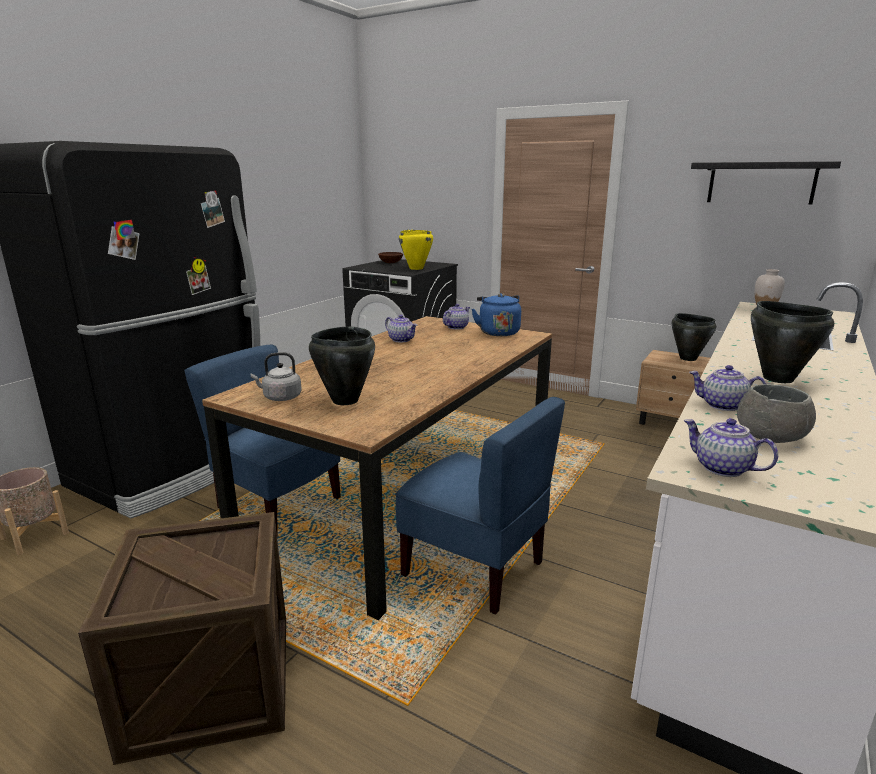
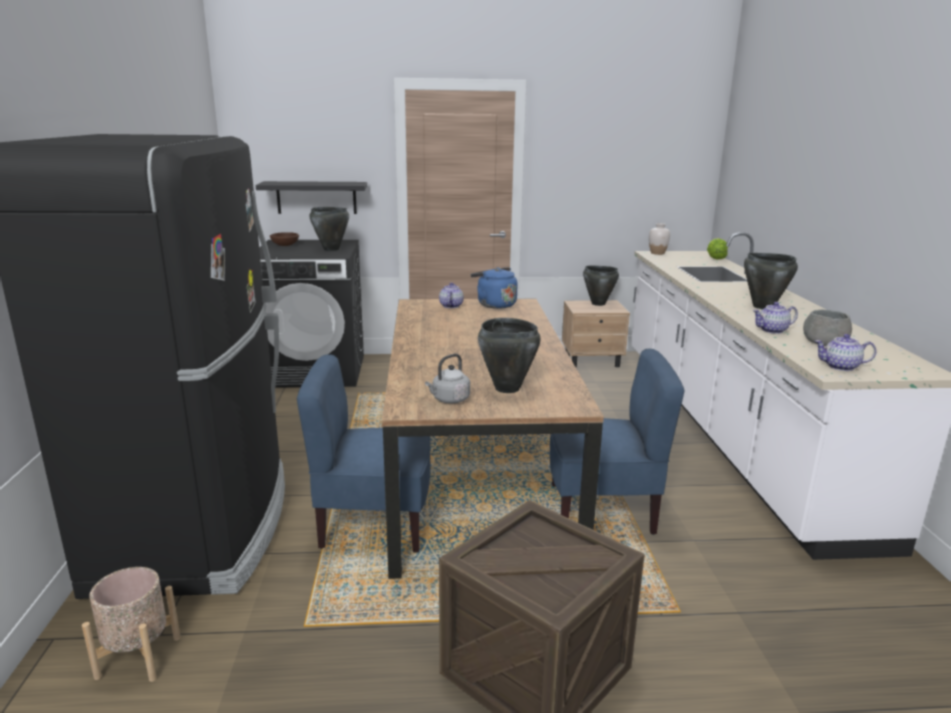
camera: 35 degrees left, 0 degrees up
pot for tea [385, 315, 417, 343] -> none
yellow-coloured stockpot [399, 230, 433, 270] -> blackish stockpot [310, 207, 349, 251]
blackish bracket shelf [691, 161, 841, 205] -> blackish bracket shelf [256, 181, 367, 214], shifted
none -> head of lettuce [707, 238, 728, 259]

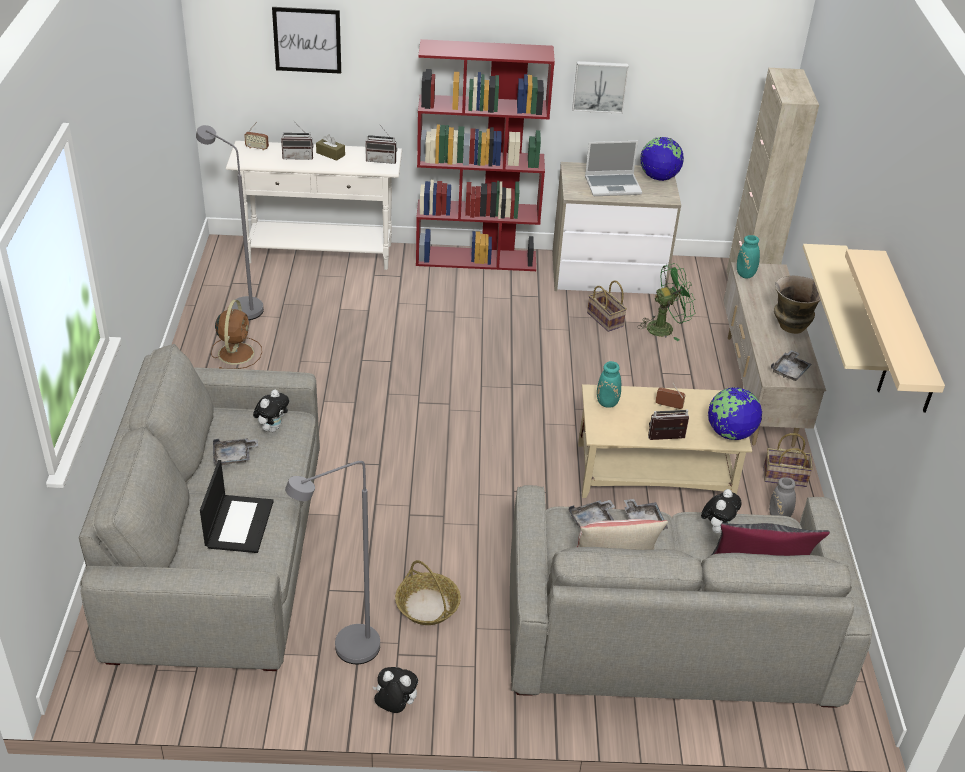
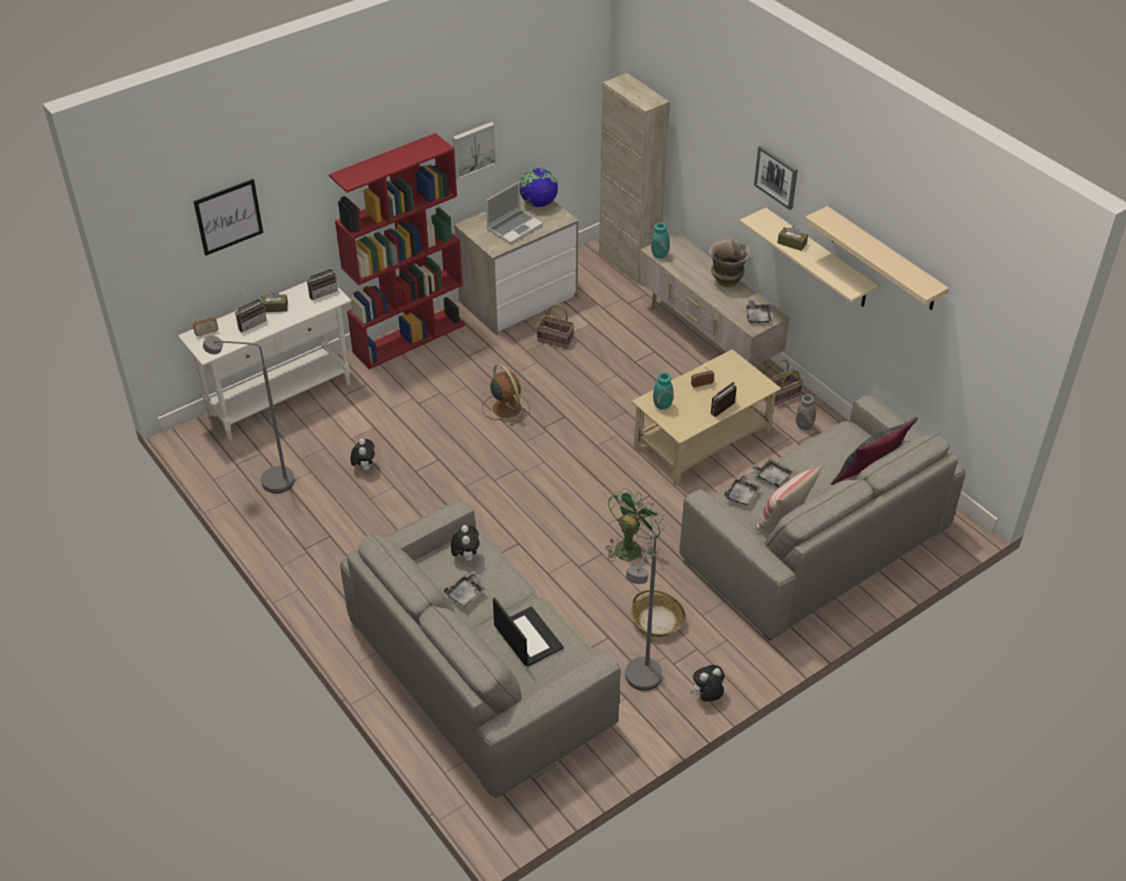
camera: 35 degrees left, 5 degrees up
brownish cooling fan [211, 300, 262, 369] -> brownish cooling fan [482, 364, 530, 426], shifted
green cooling fan [638, 263, 696, 341] -> green cooling fan [605, 488, 665, 562], shifted
plush toy [701, 489, 742, 533] -> plush toy [350, 438, 375, 471], shifted
world globe [708, 387, 762, 440] -> none
none -> wall picture [754, 145, 798, 210]
none -> brownish tissue box [778, 226, 808, 251]

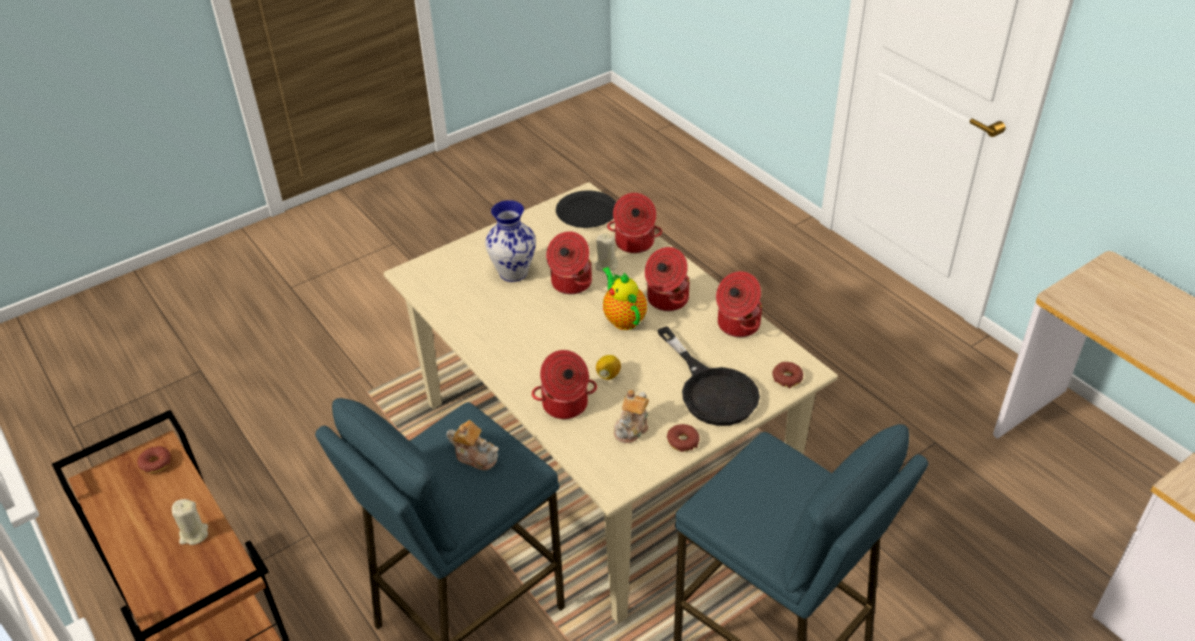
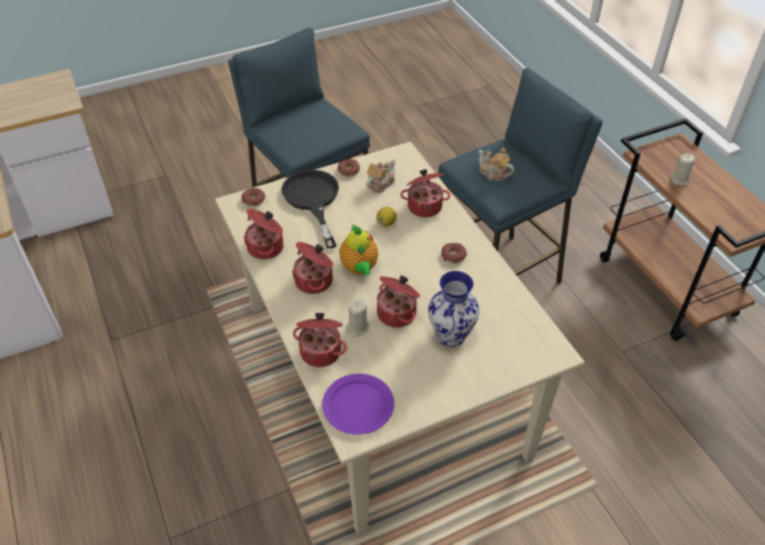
camera: 170 degrees left, 5 degrees up
doughnut [137, 446, 172, 473] -> doughnut [441, 243, 467, 263], shifted
blackish flat dish [556, 190, 616, 228] -> purplish flat dish [322, 374, 394, 435]

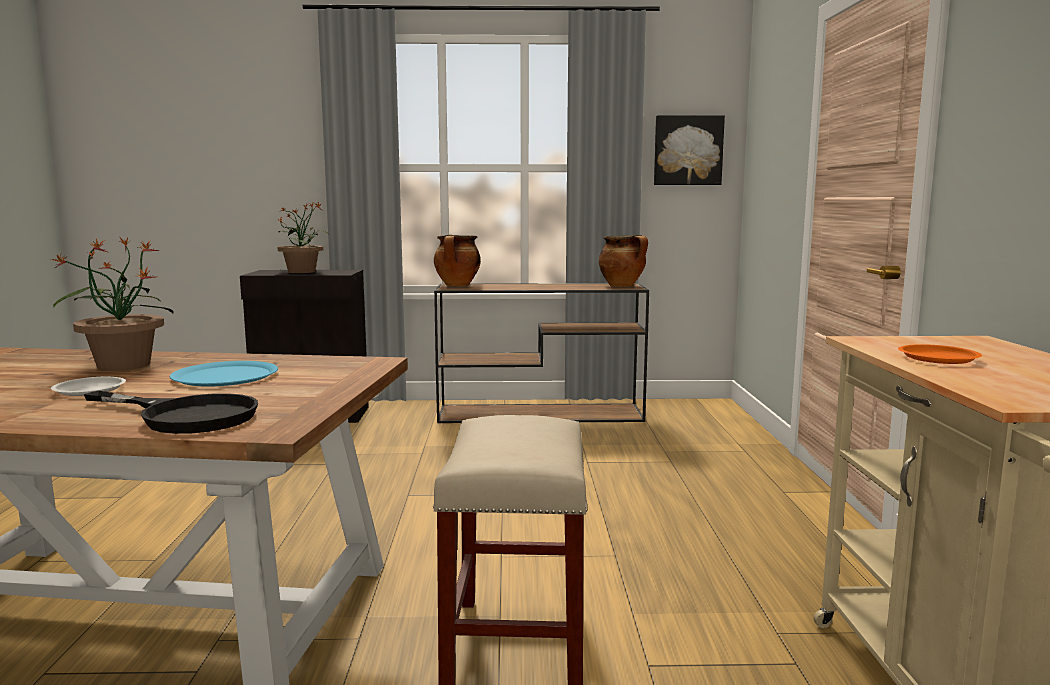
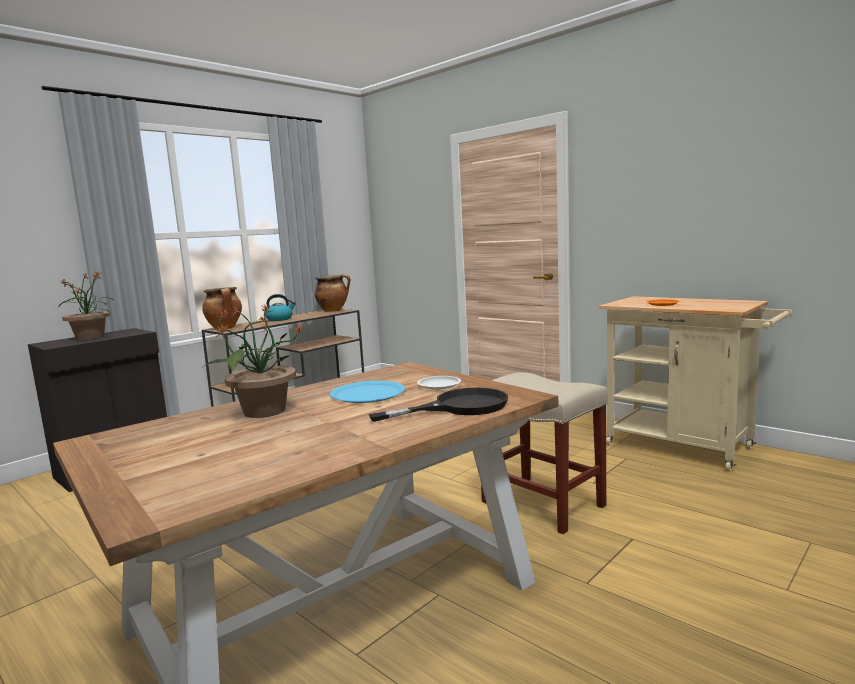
camera: 45 degrees left, 0 degrees up
whitish flat dish [51, 377, 126, 396] -> whitish flat dish [417, 376, 461, 389], shifted
wall picture [654, 115, 725, 185] -> none
none -> water kettle [265, 294, 296, 321]

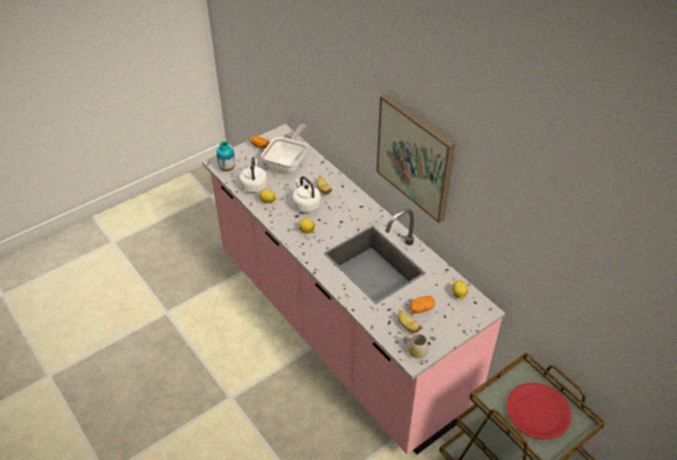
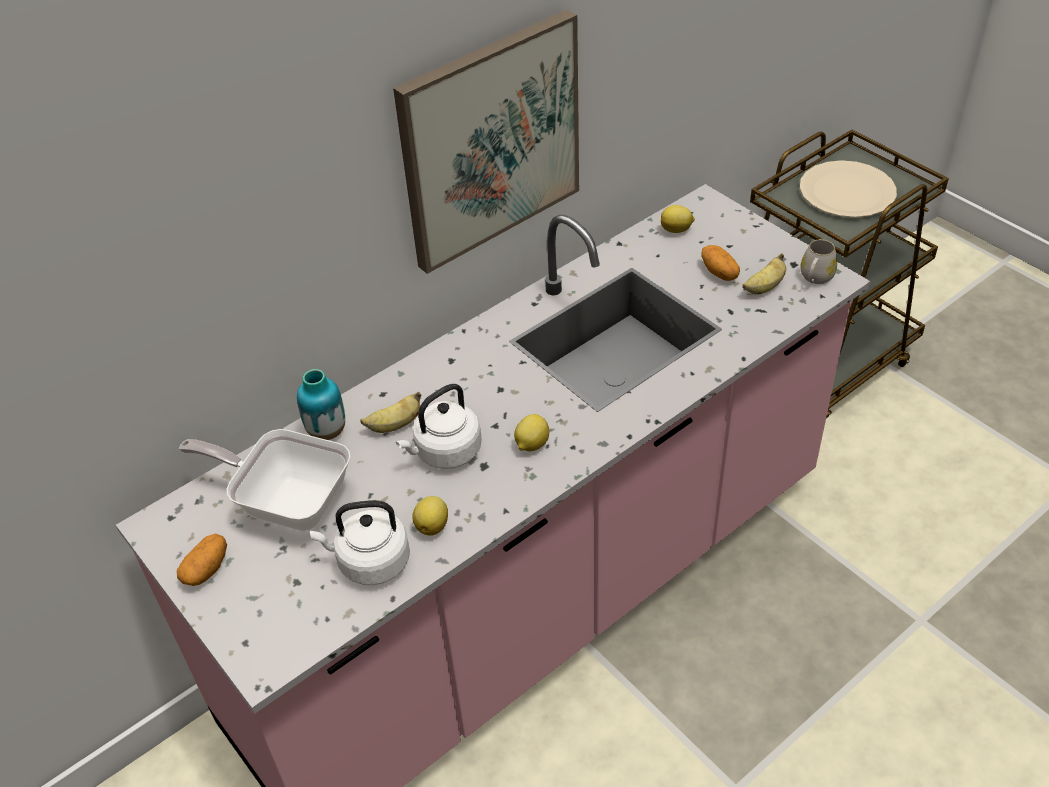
camera: 90 degrees left, 0 degrees up
decorative vase [217, 141, 235, 171] -> decorative vase [297, 369, 345, 440], shifted
red-coloured flat dish [506, 382, 571, 440] -> beige-coloured flat dish [800, 160, 897, 218]

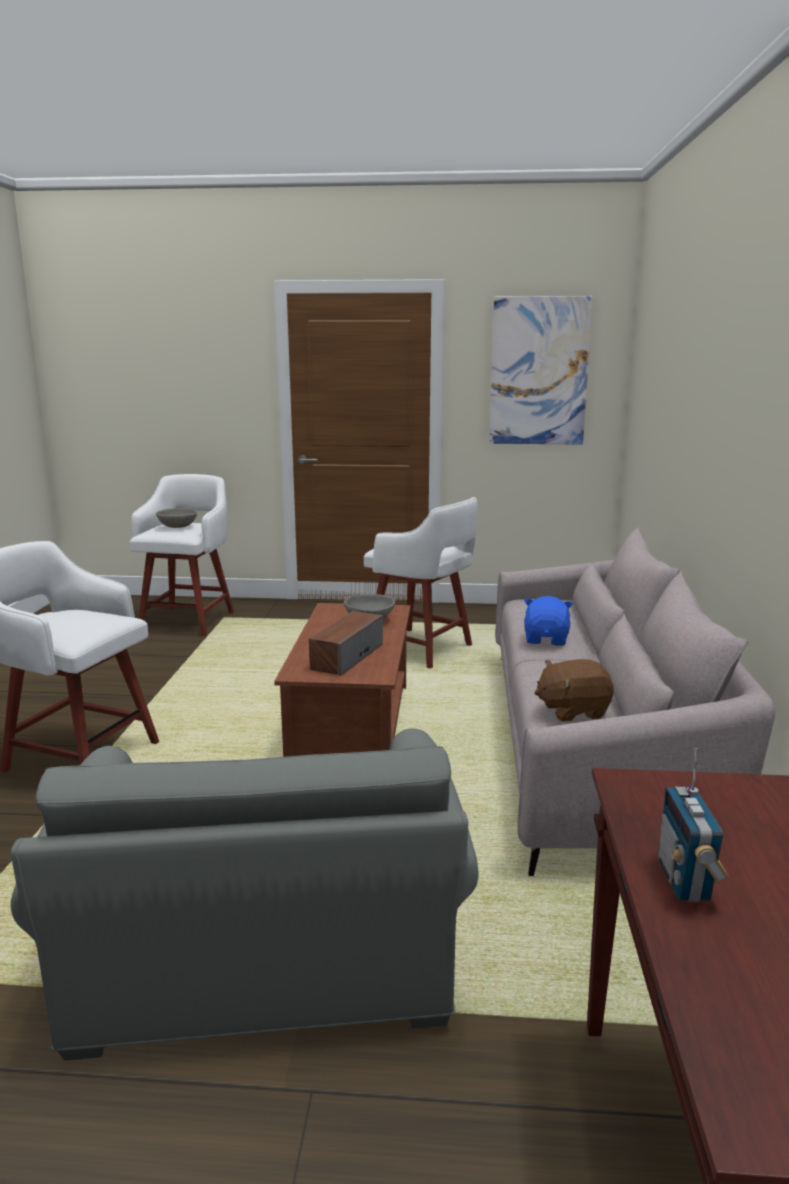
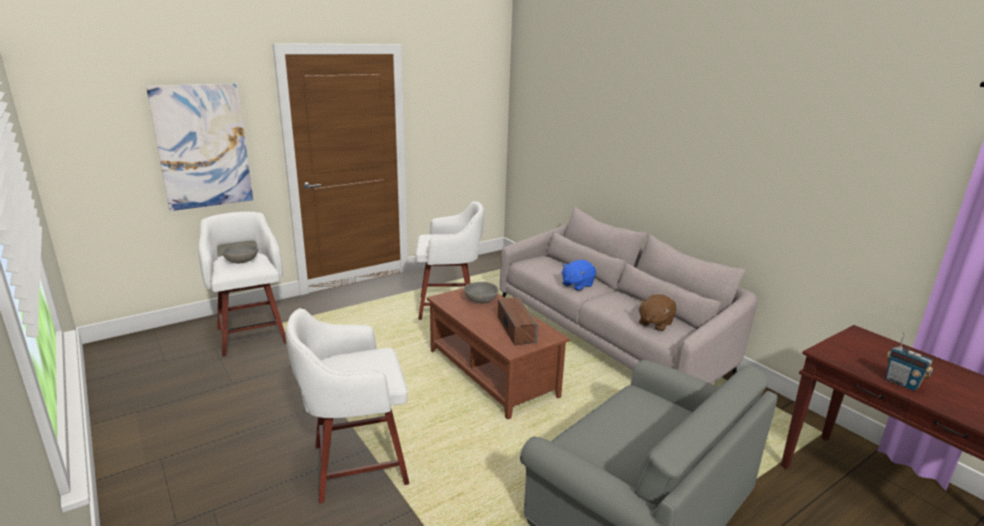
camera: 40 degrees left, 5 degrees up
wall picture [489, 296, 593, 445] -> wall picture [146, 83, 253, 211], shifted
bluish plush toy [524, 596, 573, 646] -> bluish plush toy [562, 260, 596, 291], 105 degrees counterclockwise

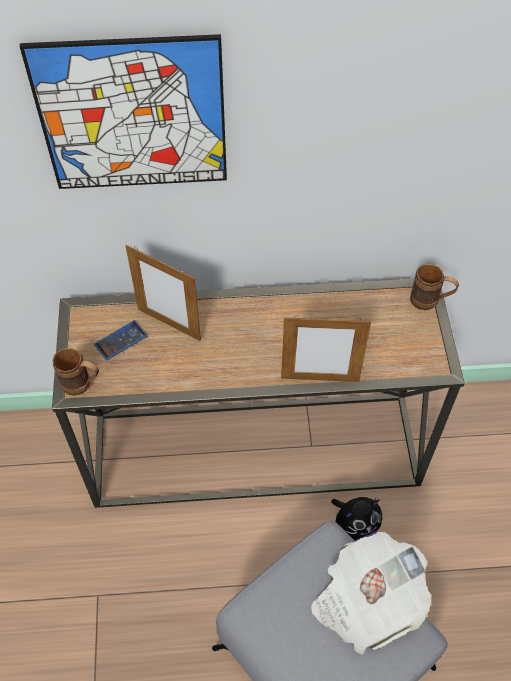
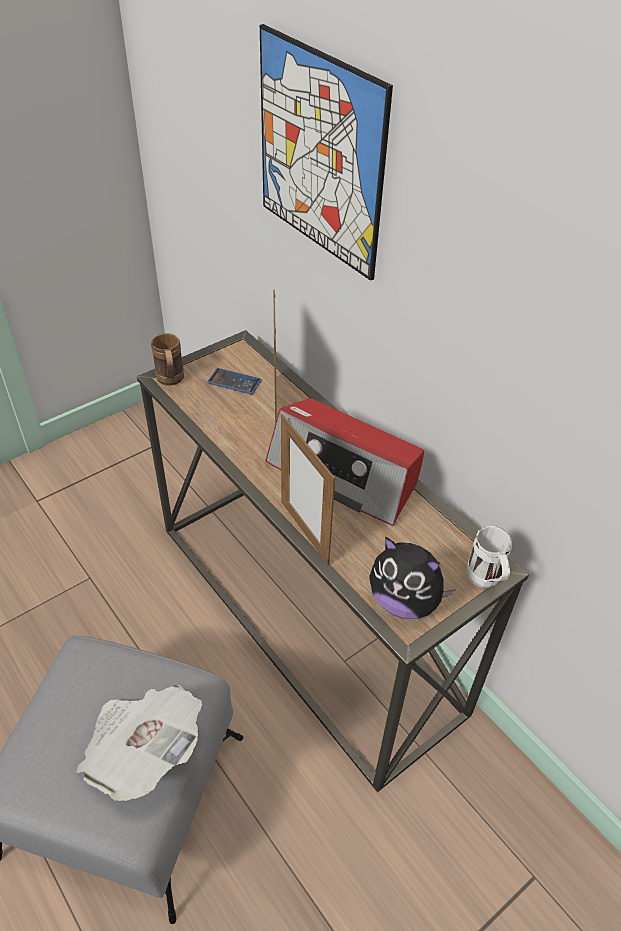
camera: 55 degrees right, 10 degrees down
plush toy [331, 497, 382, 541] -> plush toy [369, 537, 456, 619], shifted
brownish tea mug [410, 264, 459, 310] -> whitish tea mug [466, 526, 512, 588]
none -> radio [265, 398, 424, 526]

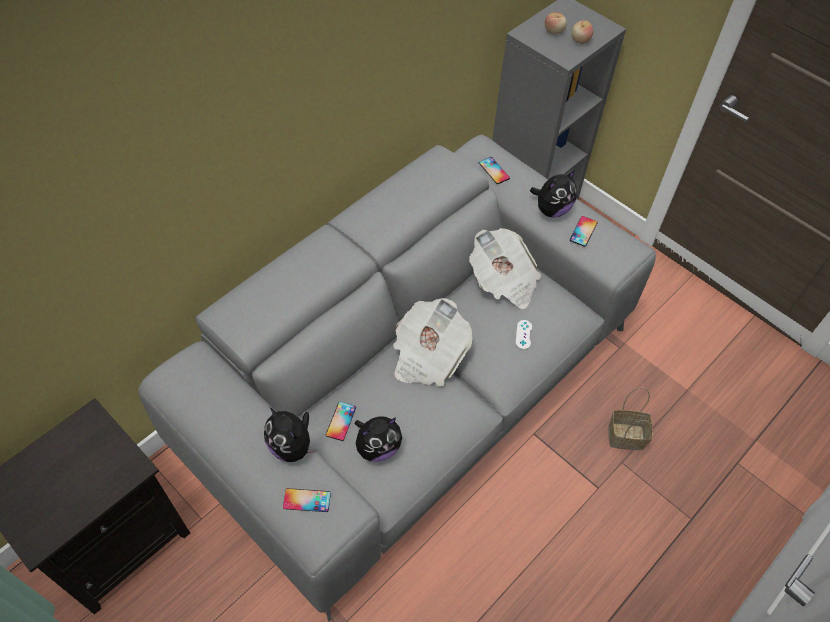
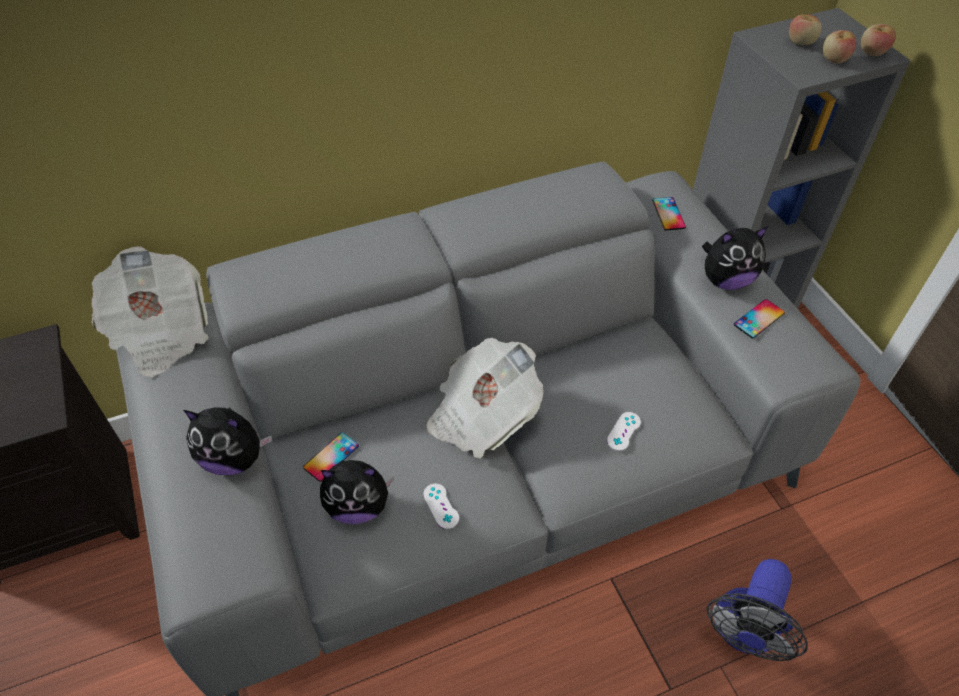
camera: 25 degrees right, 5 degrees down
plush toy [264, 408, 318, 462] -> plush toy [183, 407, 272, 475], 60 degrees counterclockwise
phone [283, 488, 331, 512] -> none
daily paper [469, 228, 541, 309] -> daily paper [91, 246, 208, 377], shifted
basket [608, 388, 653, 450] -> cooling fan [707, 559, 808, 661]
none -> whitish joypad [423, 483, 459, 529]
none -> whole apple [861, 24, 896, 56]

